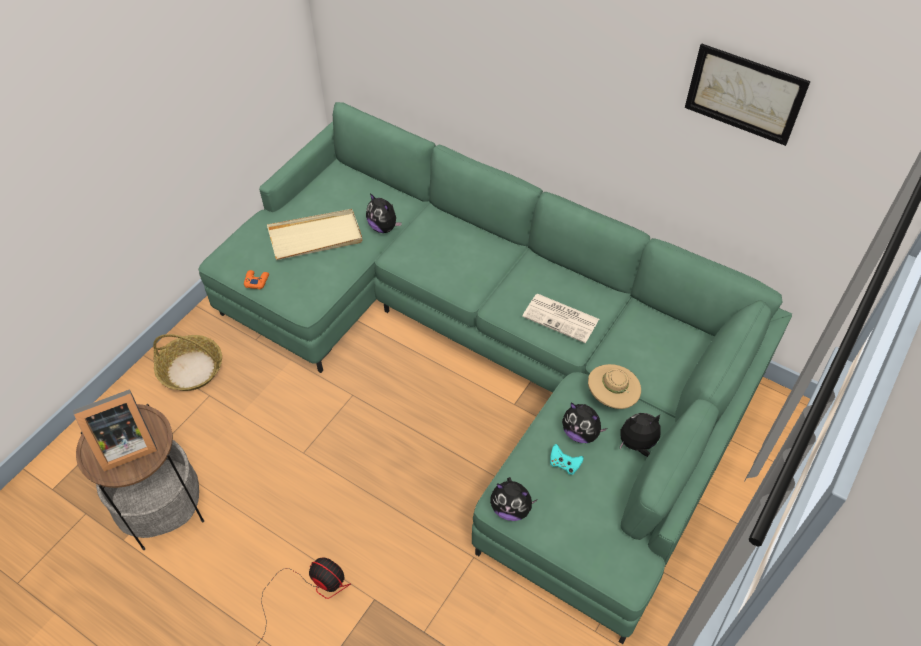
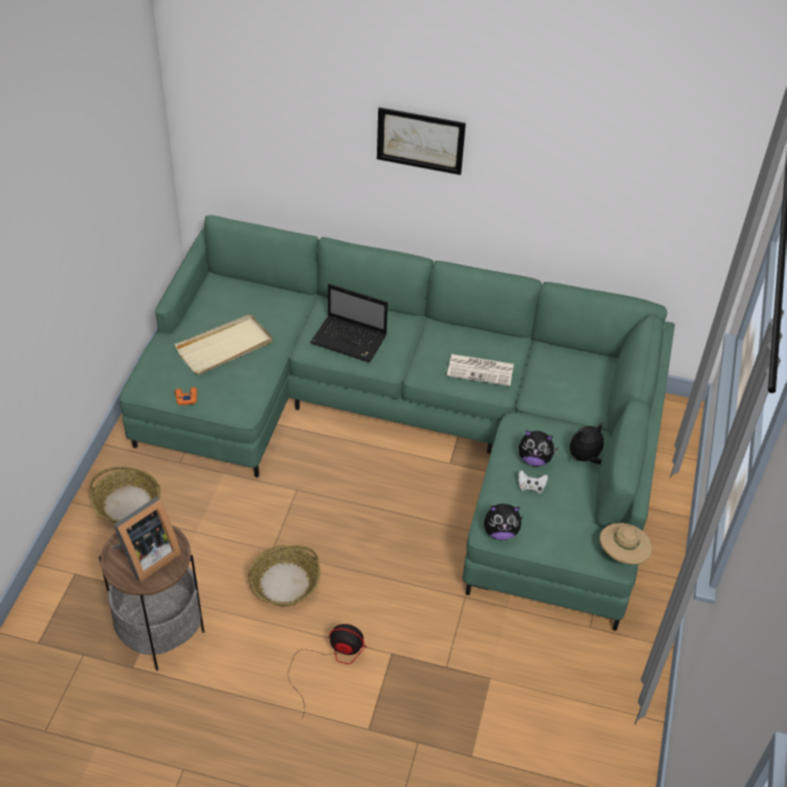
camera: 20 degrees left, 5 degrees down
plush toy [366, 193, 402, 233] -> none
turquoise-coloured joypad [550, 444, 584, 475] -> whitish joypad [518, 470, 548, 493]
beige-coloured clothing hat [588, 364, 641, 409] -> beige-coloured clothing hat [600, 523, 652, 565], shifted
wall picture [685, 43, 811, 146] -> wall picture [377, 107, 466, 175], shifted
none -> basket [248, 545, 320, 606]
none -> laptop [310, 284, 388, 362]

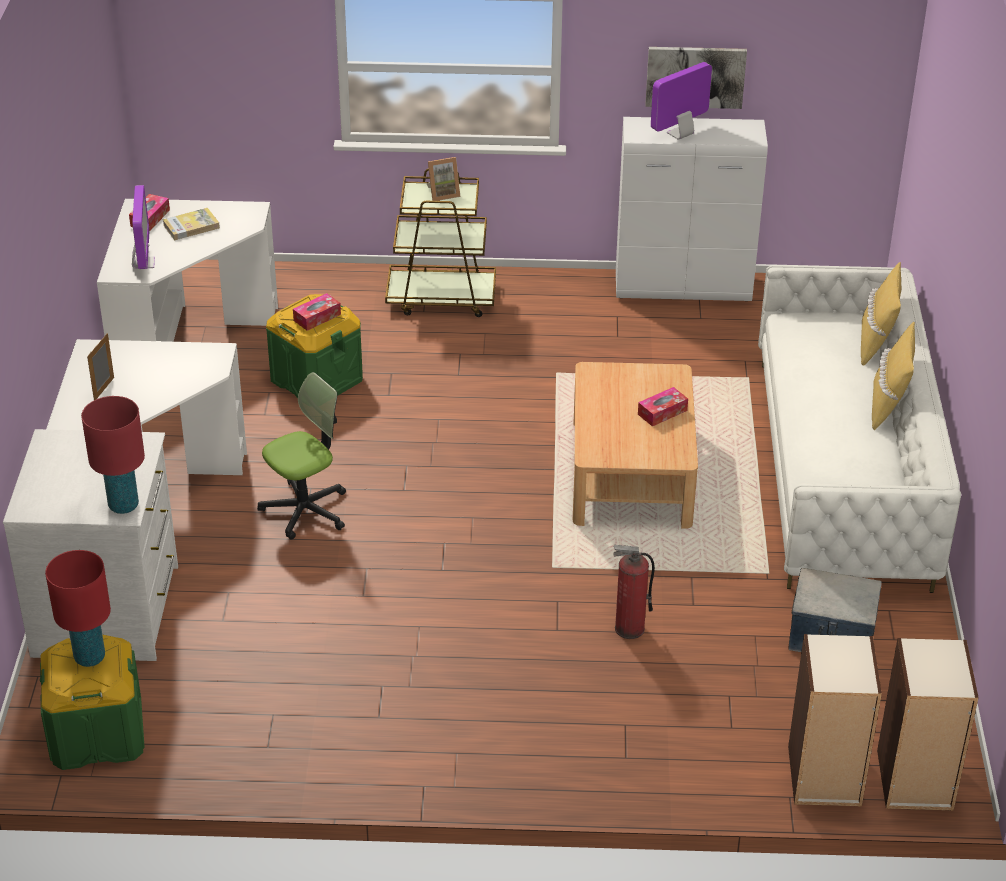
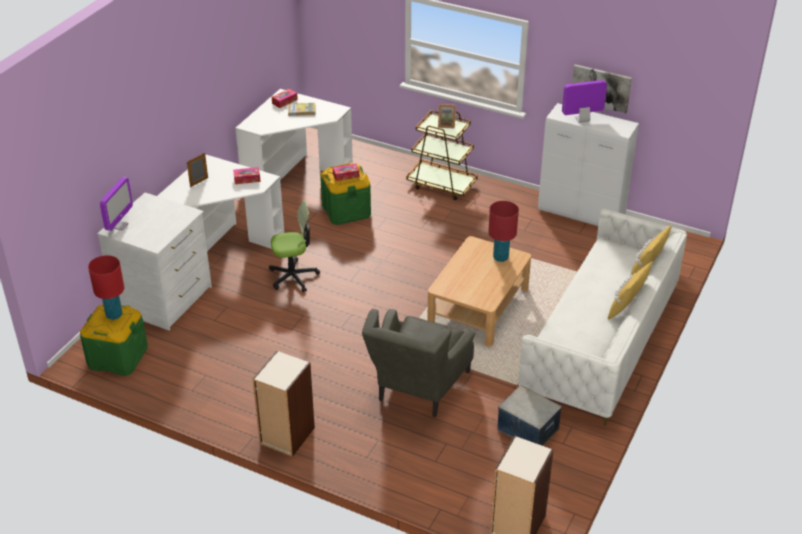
camera: 25 degrees right, 0 degrees up
red-coloured table lamp [81, 396, 145, 514] -> red-coloured table lamp [488, 201, 519, 262], shifted
computer screen [132, 185, 155, 269] -> computer screen [100, 177, 133, 231], shifted
fire-fighting cylinder [613, 545, 655, 639] -> grey lounge chair [362, 309, 475, 417]
tissue box [638, 387, 688, 426] -> tissue box [233, 167, 261, 184], shifted
bookcase [788, 634, 882, 807] -> bookcase [253, 351, 315, 457], shifted

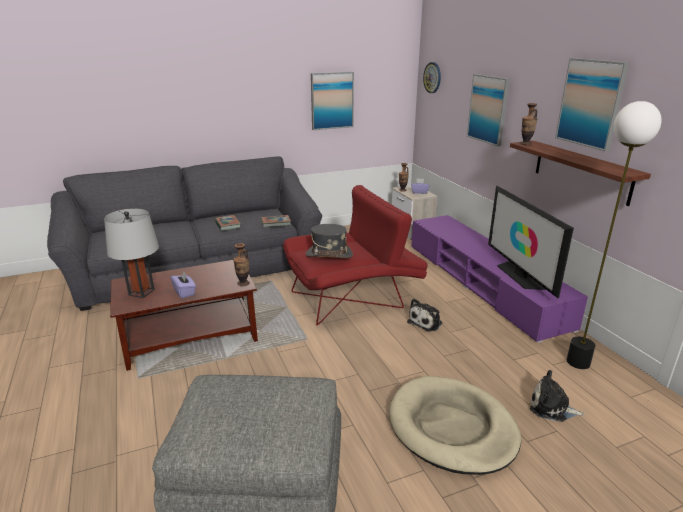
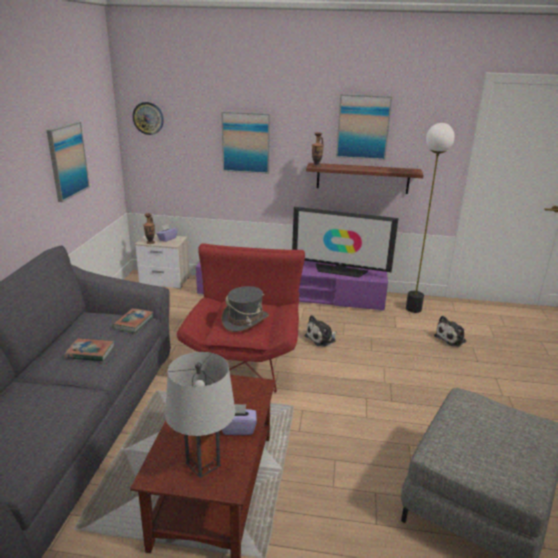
camera: 60 degrees left, 0 degrees up
decorative vase [233, 243, 250, 286] -> none
beige-coloured pet bed [389, 376, 521, 475] -> none
plush toy [407, 298, 442, 332] -> plush toy [305, 315, 337, 347], 75 degrees clockwise

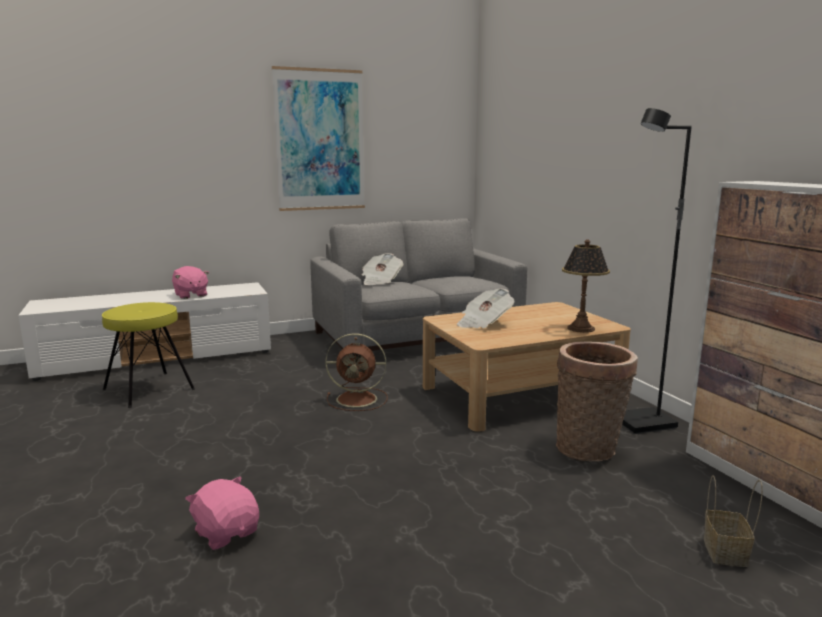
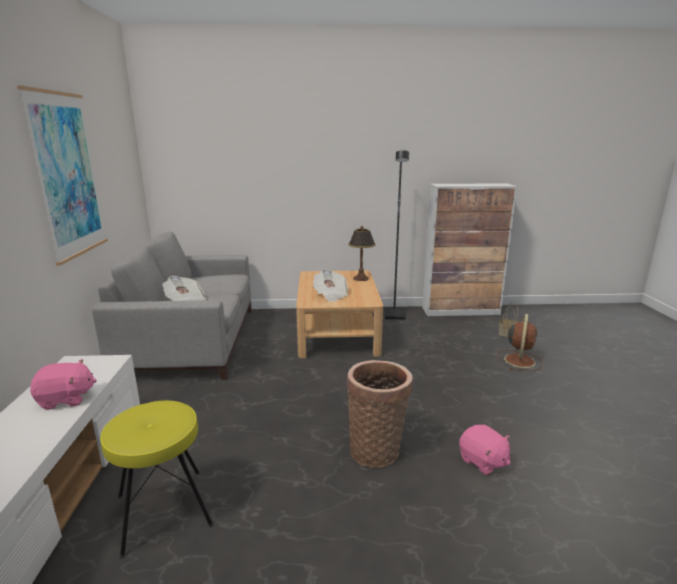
camera: 70 degrees left, 5 degrees up
pink plush toy [185, 476, 259, 550] -> pink plush toy [459, 425, 511, 475], 105 degrees counterclockwise
brownish cooling fan [325, 333, 388, 411] -> brownish cooling fan [497, 314, 542, 371], shifted
basket [556, 341, 638, 462] -> basket [346, 360, 413, 468], shifted

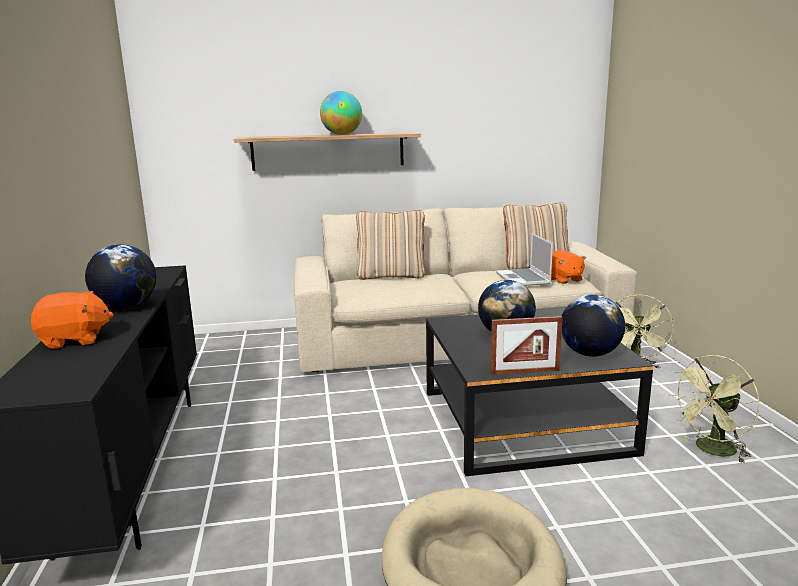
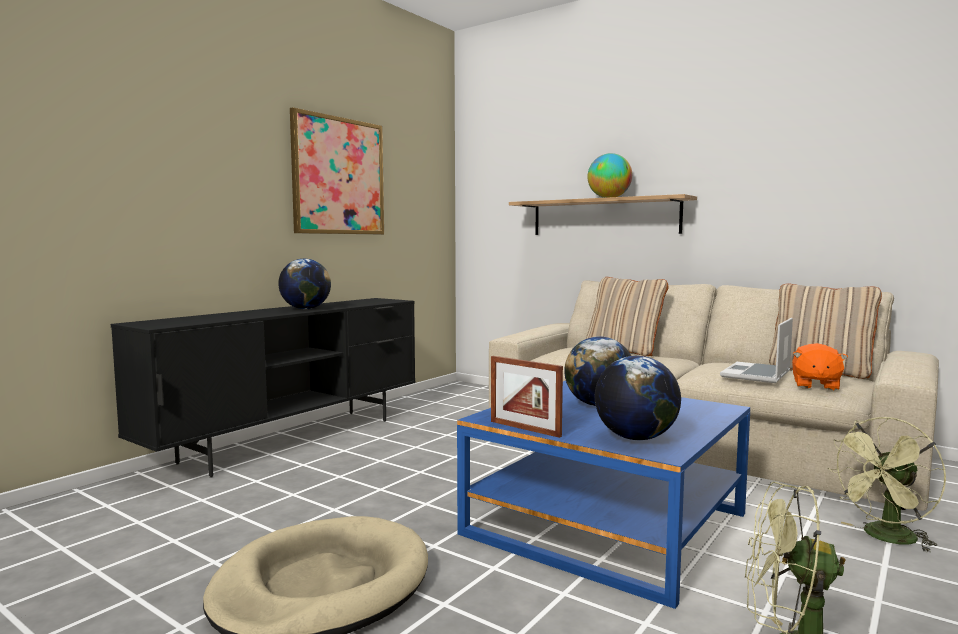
camera: 45 degrees right, 10 degrees down
orangey plush toy [31, 291, 114, 349] -> none
blackish coffee table [426, 308, 653, 476] -> bluish coffee table [457, 381, 750, 609]
none -> wall picture [290, 107, 384, 234]

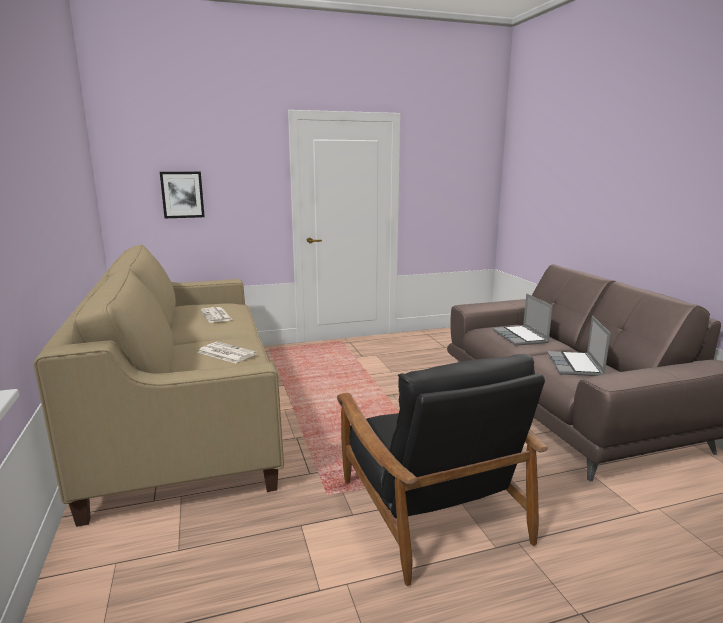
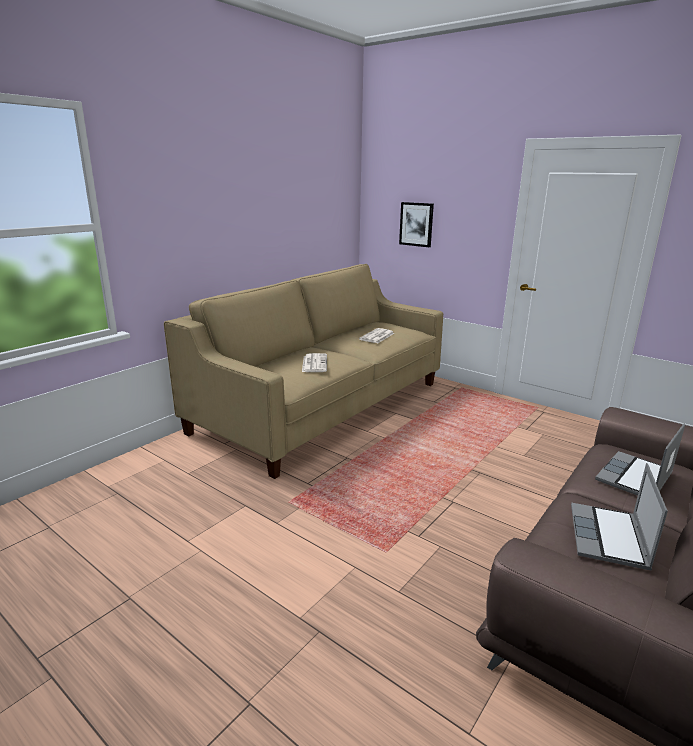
camera: 55 degrees right, 5 degrees up
blackish lounge chair [337, 354, 548, 586] -> none
laptop [547, 316, 611, 376] -> laptop [571, 463, 668, 570], 45 degrees counterclockwise

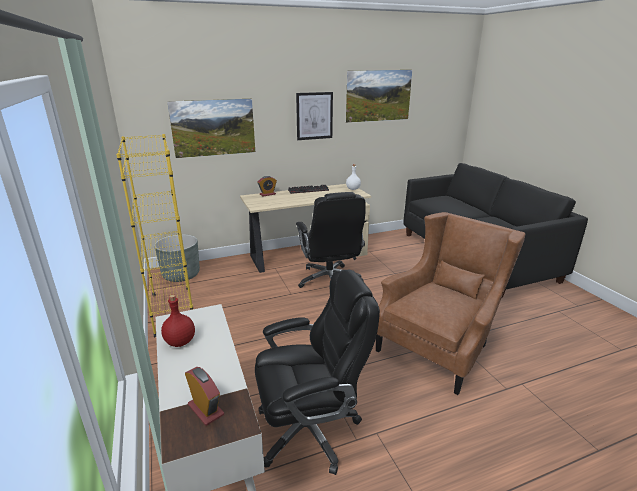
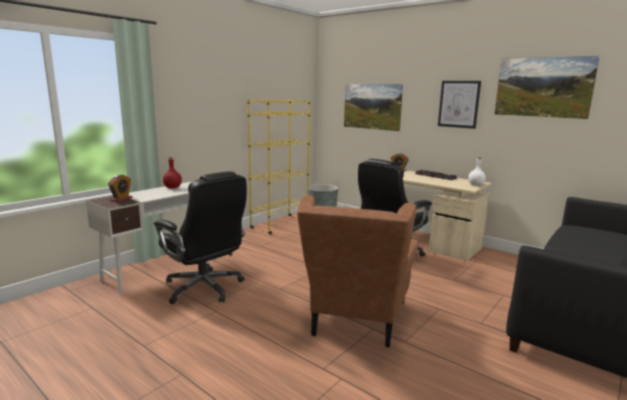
camera: 60 degrees right, 10 degrees down
brownish lounge chair [376, 212, 525, 395] -> brownish lounge chair [297, 195, 418, 347], 90 degrees clockwise

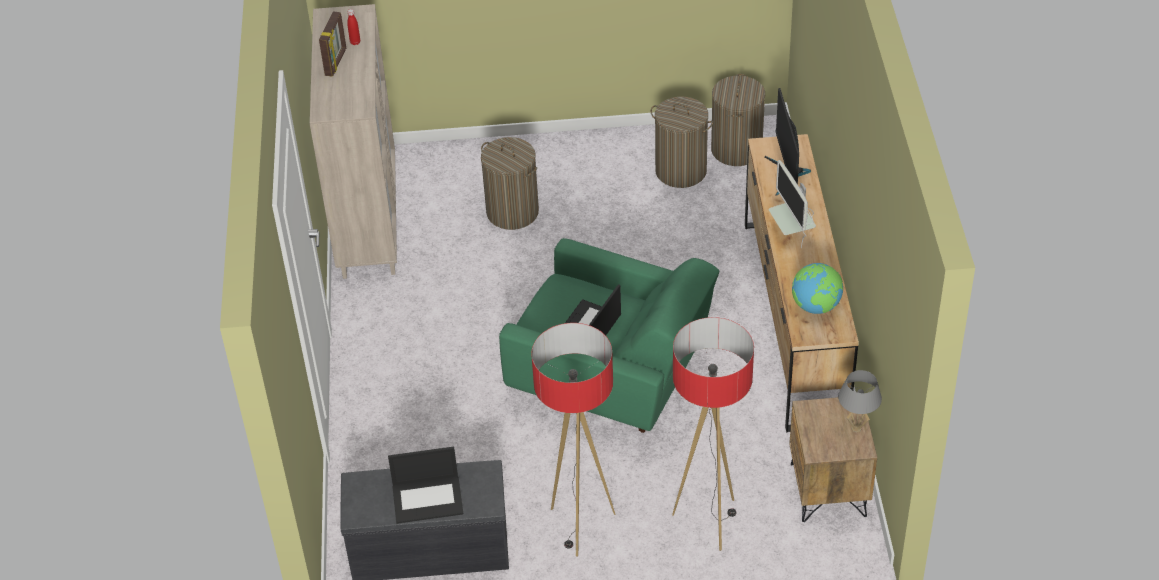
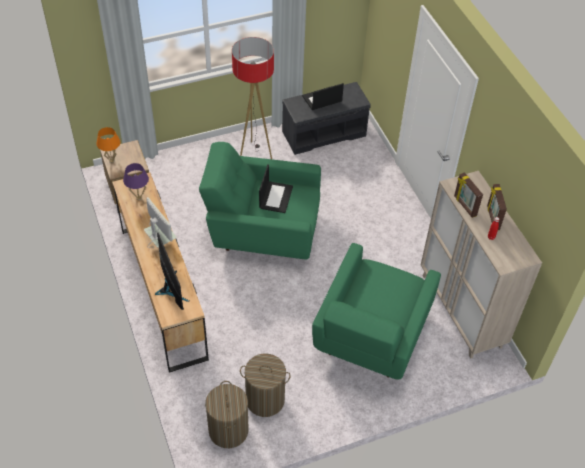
camera: 160 degrees right, 5 degrees up
hamper [481, 137, 539, 230] -> green lounge chair [312, 243, 441, 380]
standard lamp [672, 317, 754, 551] -> none
world globe [792, 263, 843, 314] -> purplish table lamp [123, 163, 149, 200]
grey table lamp [838, 370, 882, 432] -> orangey table lamp [96, 127, 120, 163]
none -> photo frame [454, 172, 483, 218]

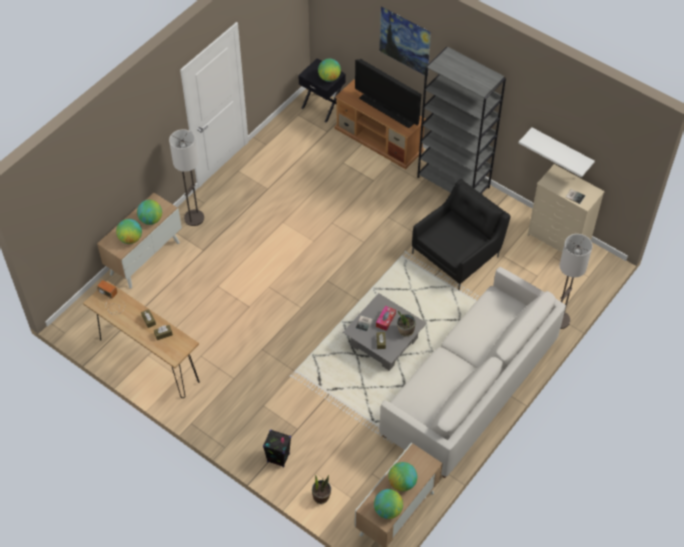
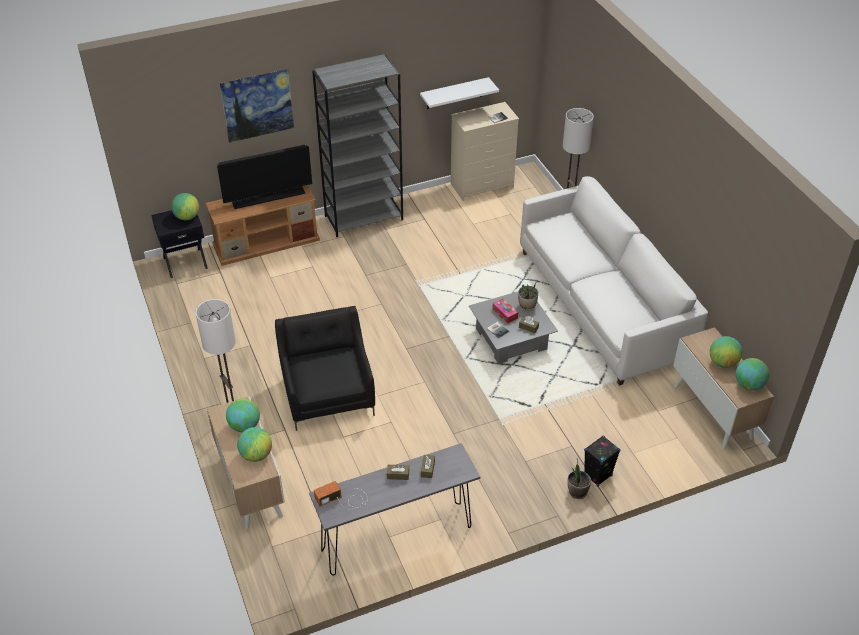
camera: 60 degrees left, 10 degrees down
brownish console table [83, 281, 200, 398] -> grey console table [309, 443, 480, 576]
potted plant [312, 475, 331, 504] -> potted plant [567, 459, 591, 499], shifted
blackish lounge chair [412, 179, 511, 290] -> blackish lounge chair [275, 306, 375, 431], shifted

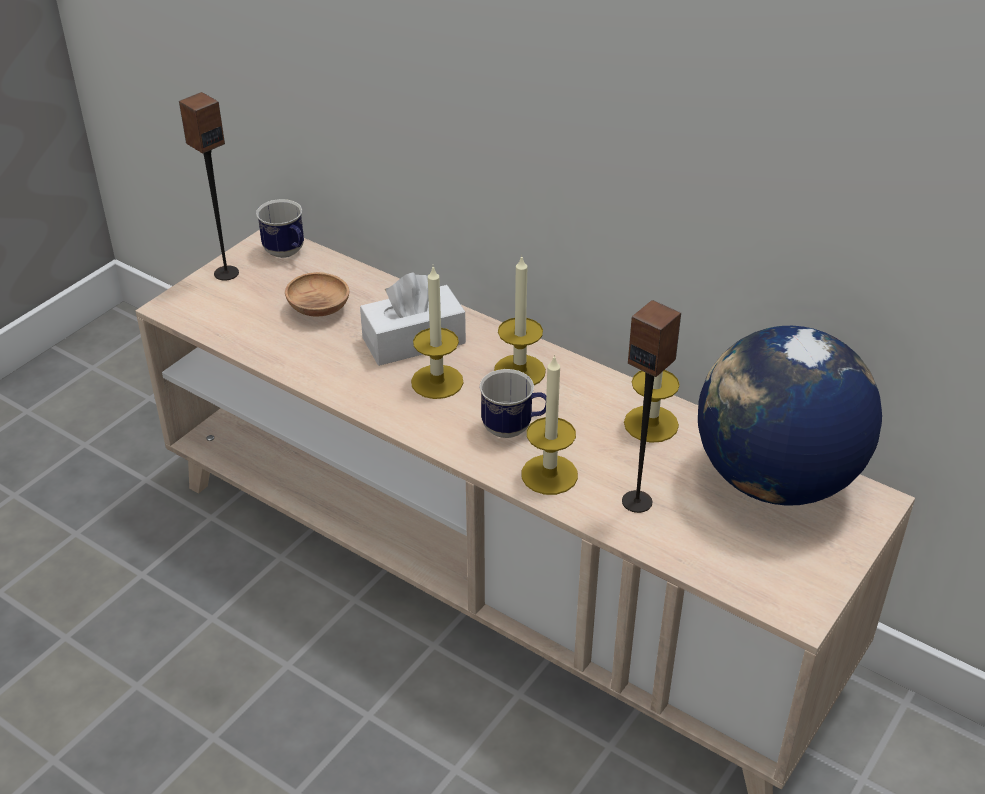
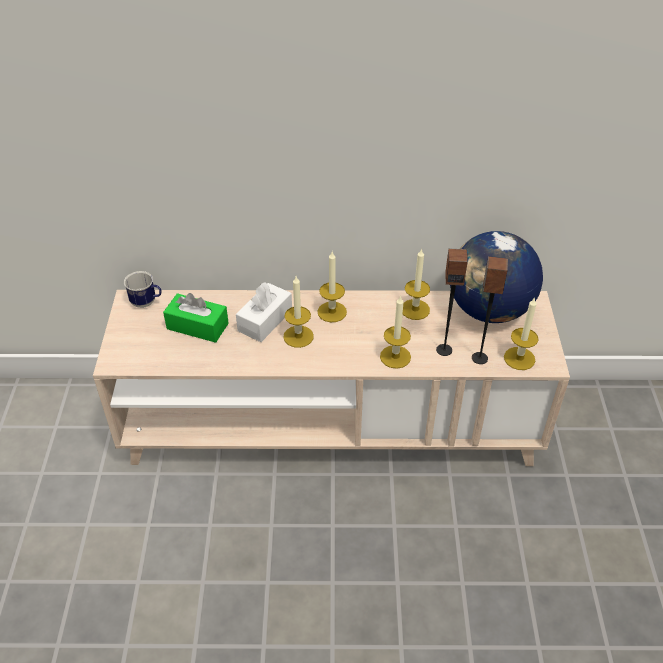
camera: 35 degrees left, 5 degrees up
loudspeaker [179, 92, 239, 280] -> loudspeaker [472, 256, 508, 364], shifted
brownish deep dish [285, 272, 349, 316] -> green tissue box [163, 293, 229, 343]
tea mug [479, 369, 546, 438] -> none
none -> candle [504, 297, 539, 370]

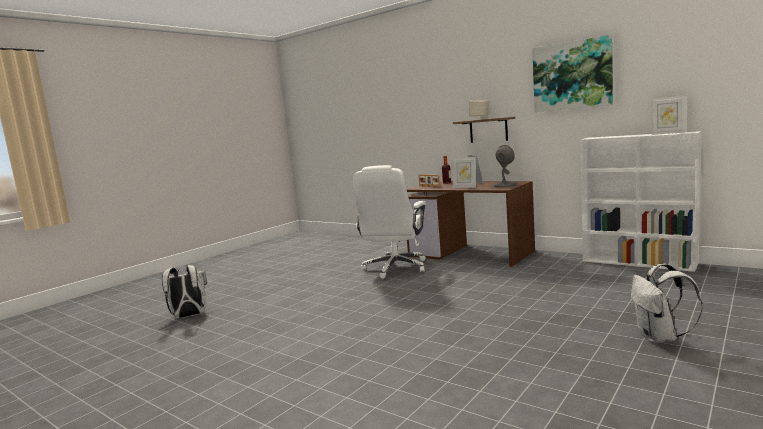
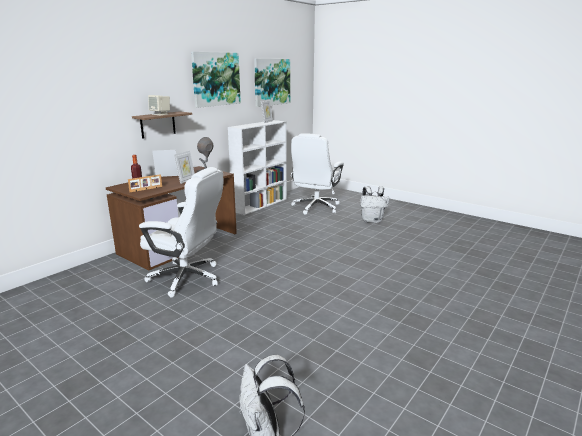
camera: 90 degrees left, 10 degrees up
none -> wall picture [254, 59, 290, 107]
none -> whitish desk chair [291, 133, 344, 215]

